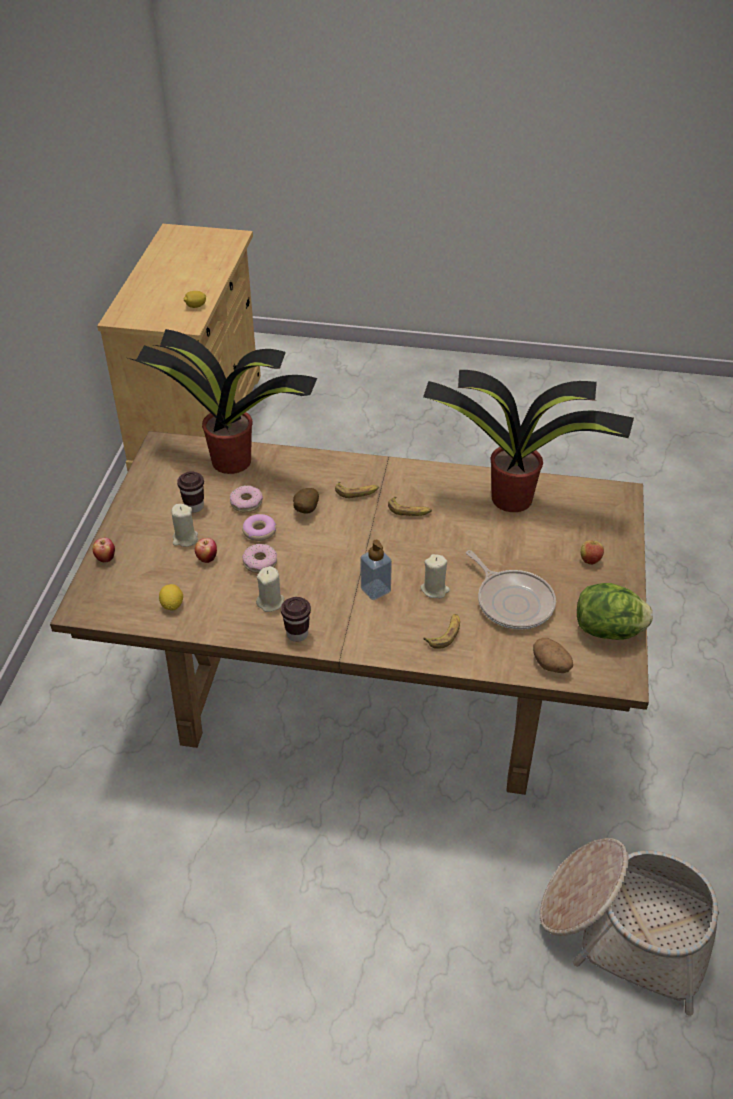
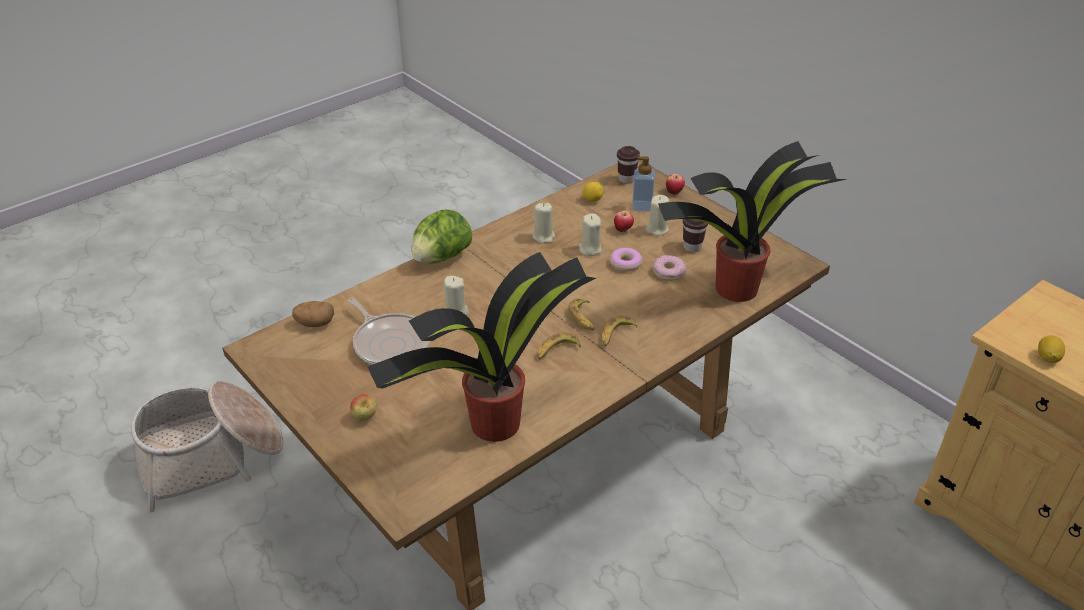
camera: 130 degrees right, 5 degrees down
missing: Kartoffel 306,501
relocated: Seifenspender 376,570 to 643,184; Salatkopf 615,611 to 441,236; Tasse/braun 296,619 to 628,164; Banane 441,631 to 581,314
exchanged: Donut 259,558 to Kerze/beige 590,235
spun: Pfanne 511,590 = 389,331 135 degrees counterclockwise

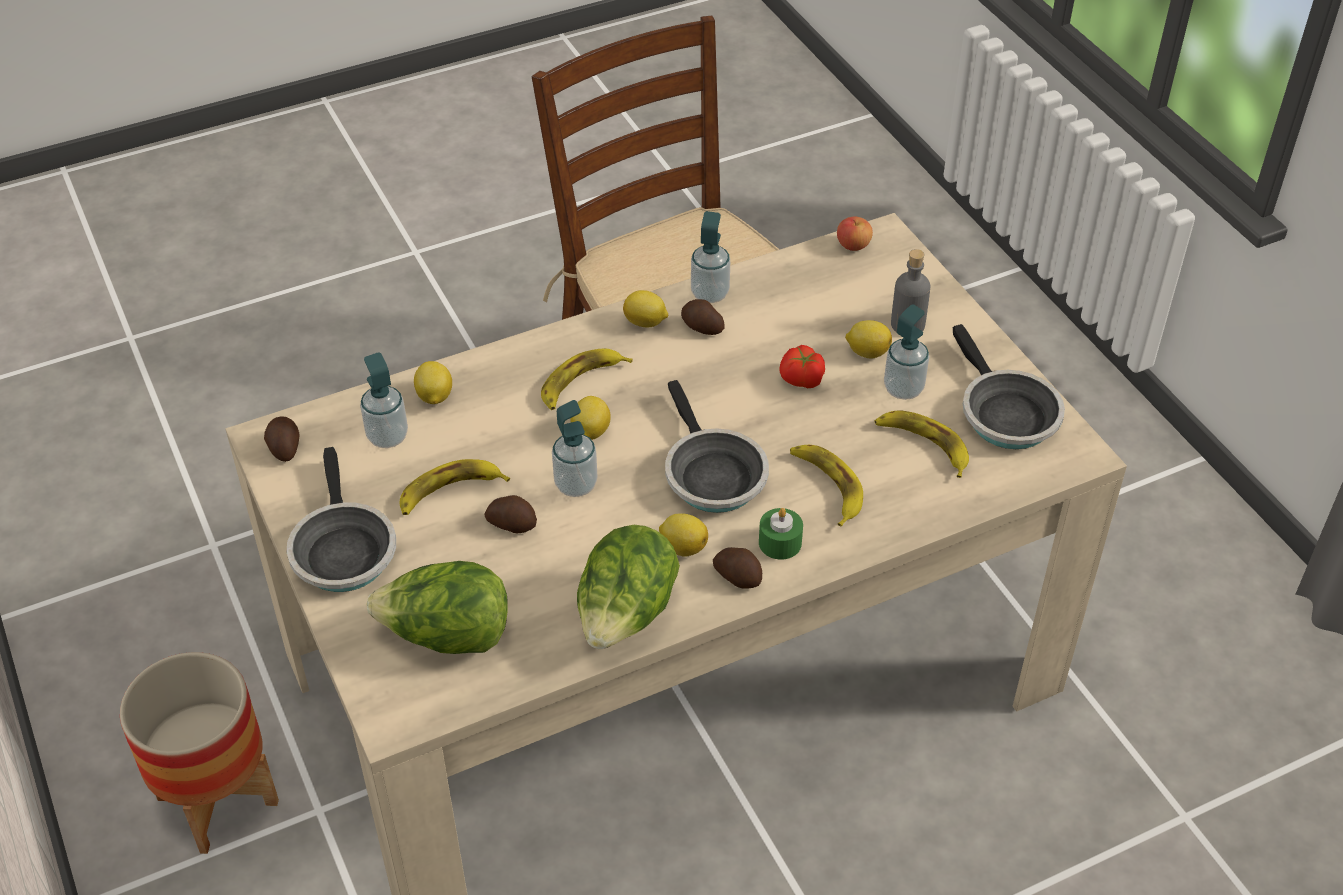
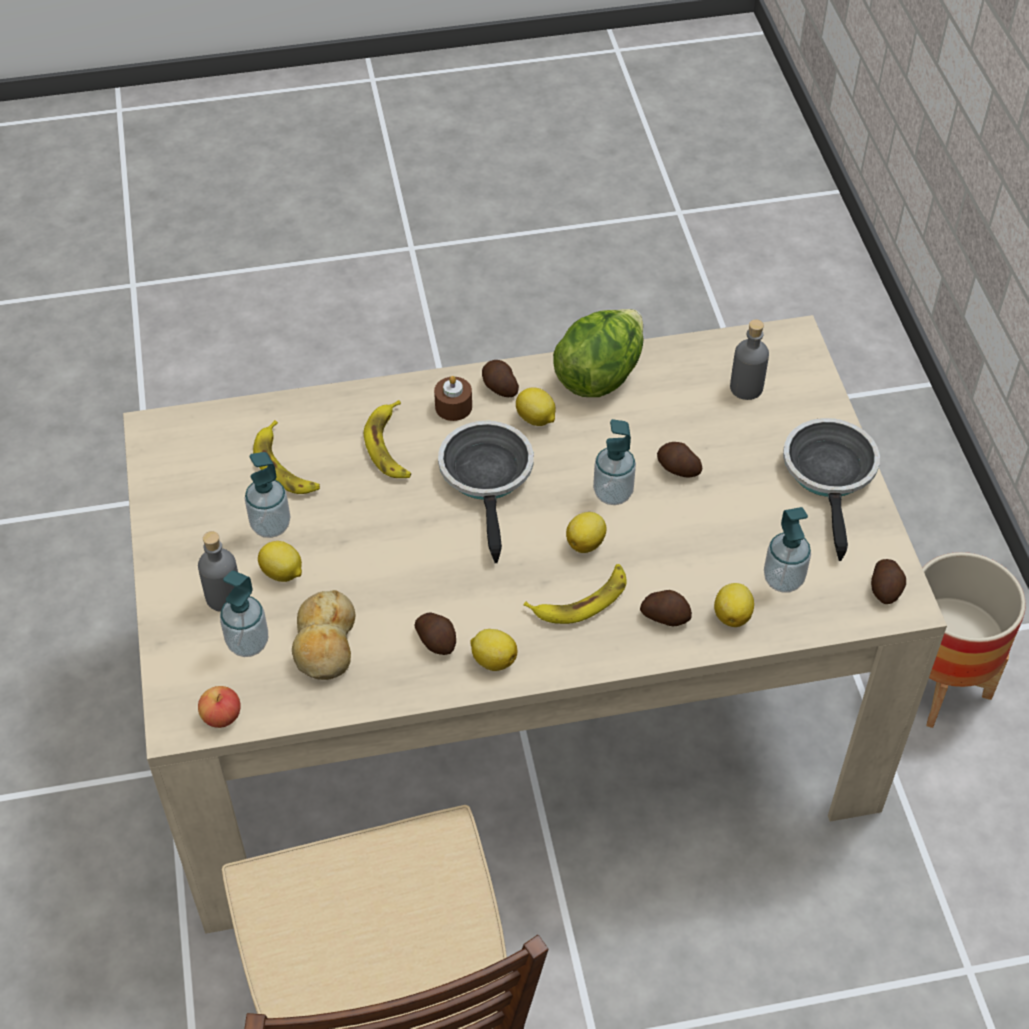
camera: 165 degrees left, 5 degrees up
missing: Pfanne 1009,386; Tomate 802,366; Banane 455,487
appeared: Brot 323,635; Kartoffel 666,608
relocated: Seifenspender 710,257 to 244,613
exchanged: Salatkopf 437,607 to Flasche/grau 749,359
colour: Kerze/grün 781,534 to Kerze/braun 453,398

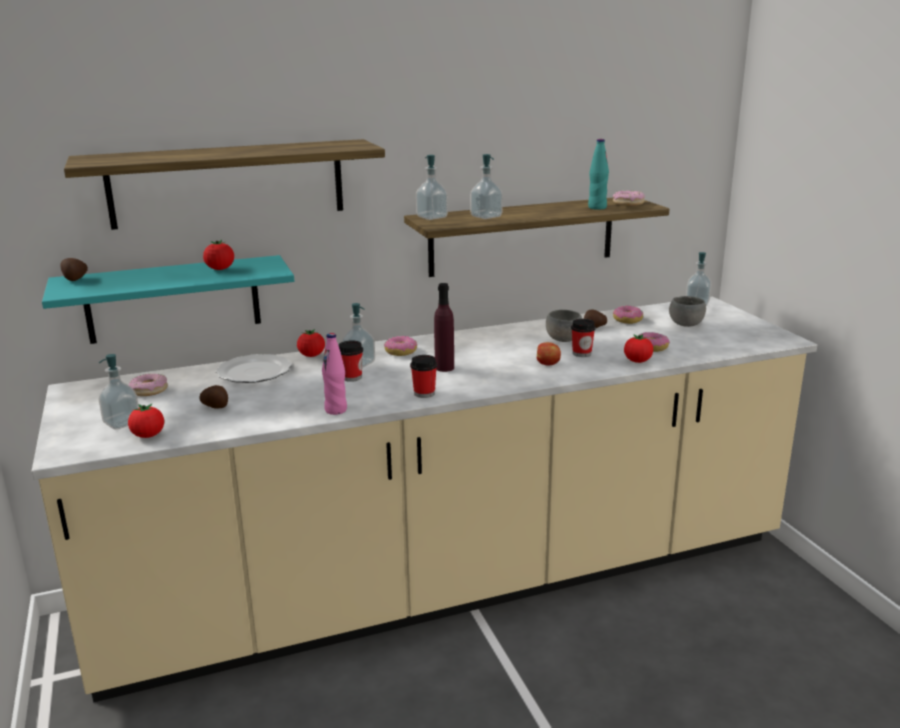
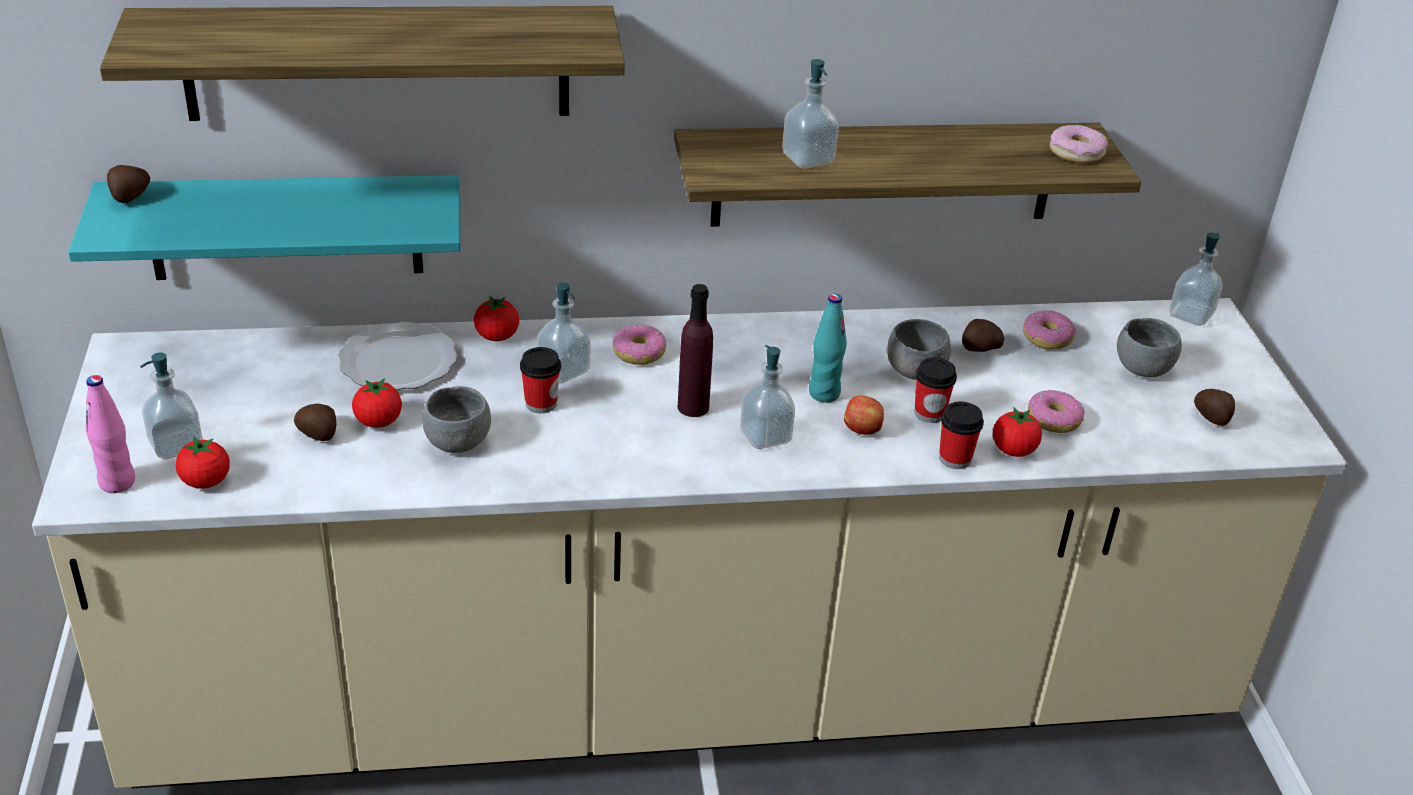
camera: 10 degrees right, 15 degrees up
missing: Donut 148,385
appeared: Schüssel/grau 456,419; Kartoffel 1214,407
relocated: Flasche/türkis 598,174 to 828,348; Seifenspender 432,187 to 767,397; Tomate 218,255 to 377,403; Flasche/rosa 334,374 to 110,434; Tasse 423,376 to 961,435

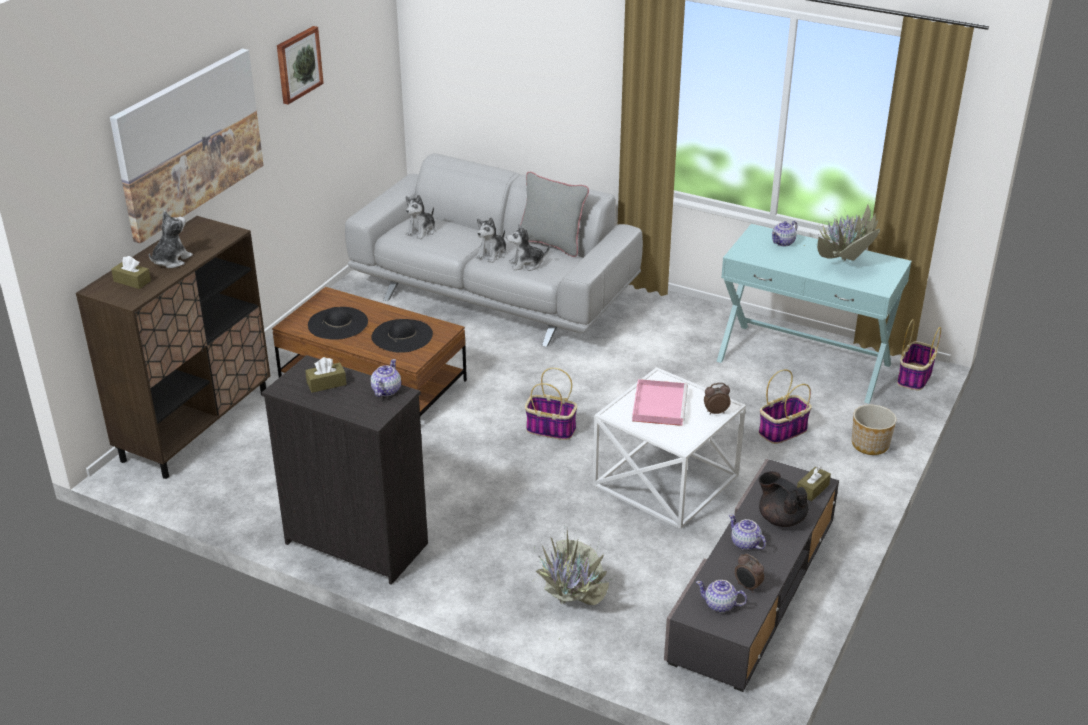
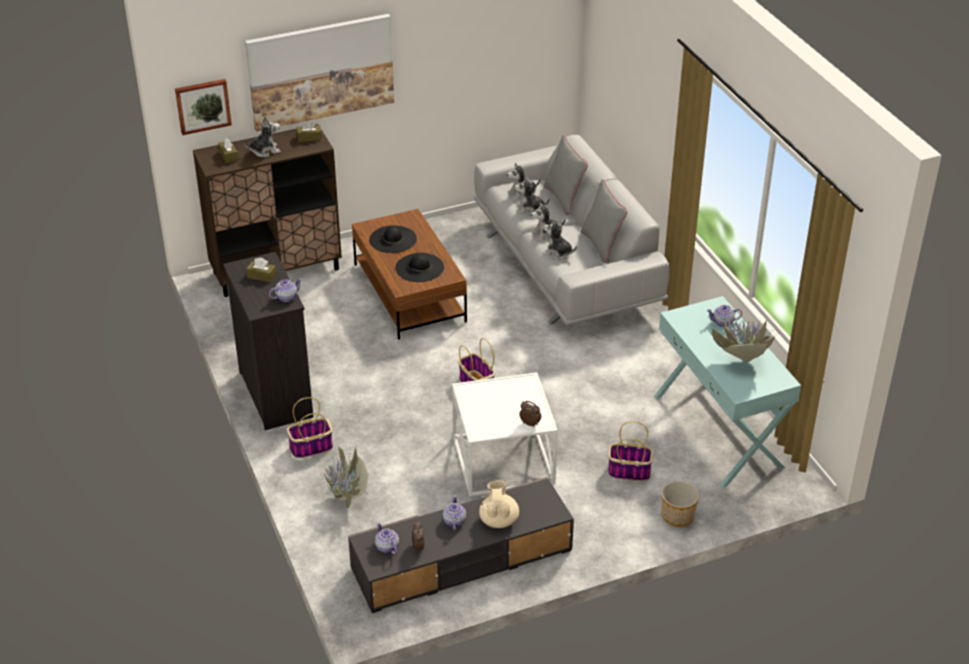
camera: 40 degrees right, 5 degrees up
missing: Tablett/rosa 660,402
appeared: Kissen/grau 566,175; Plüschtier 532,196
relocated: Bild 300,65 to 203,107; Korb 919,354 to 310,427; Taschentuchbox/braun 814,483 to 309,131
colour: Teekanne/schwarz 783,499 to Teekanne/beige 499,504

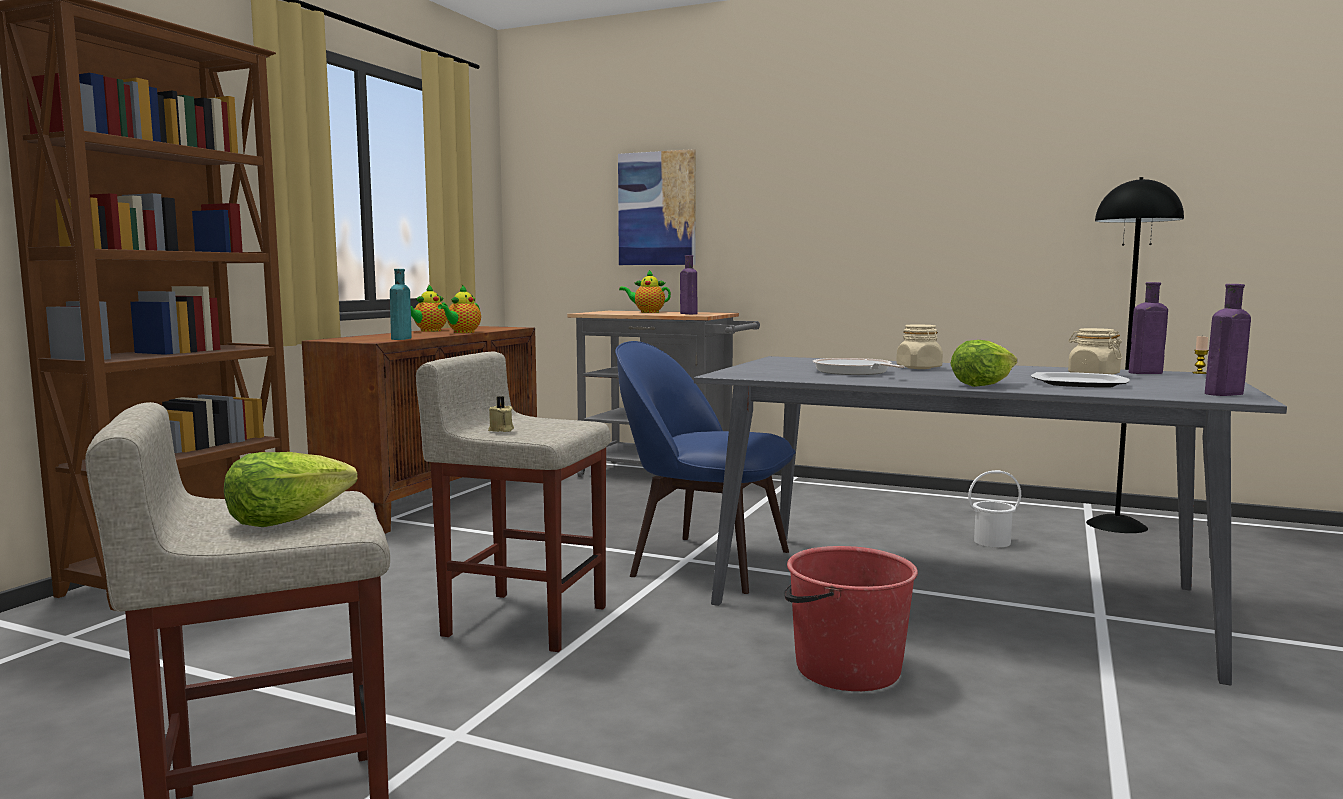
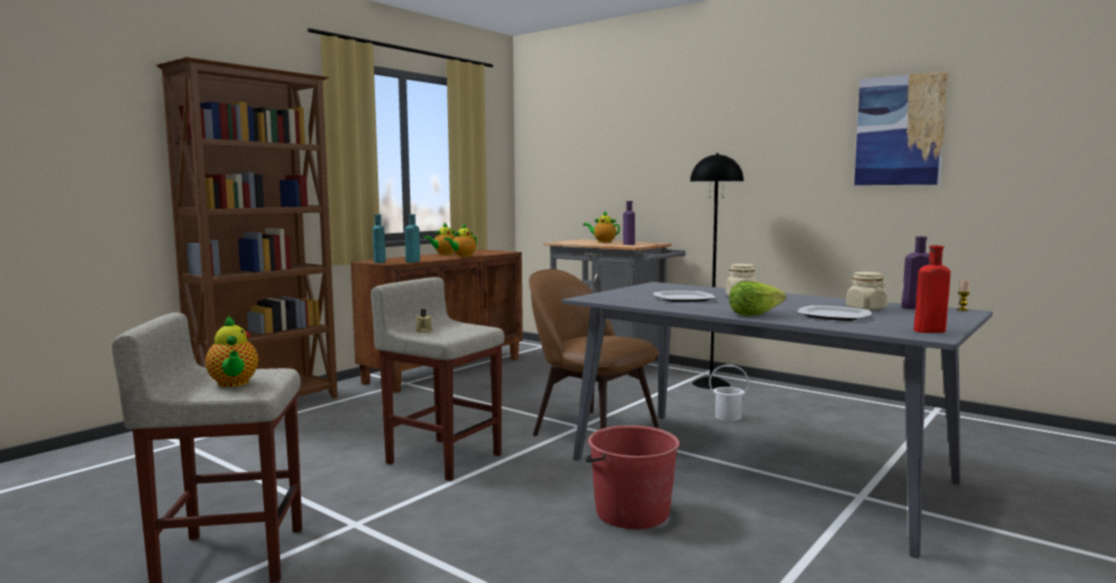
camera: 15 degrees right, 0 degrees up
appeared: Flasche/türkis 379,238
relocated: Bild 657,207 to 901,128; Stehlampe/schwarz 1135,355 to 717,271; Eimer/weiß 994,509 to 729,393
exchanged: Pfanne 859,366 to Teller 684,296; Salatkopf 291,489 to Teekanne 231,351
colour: Flasche/lila 1228,340 to Flasche/rot 932,289; Stuhl/blau 705,467 to Stuhl/braun 594,352

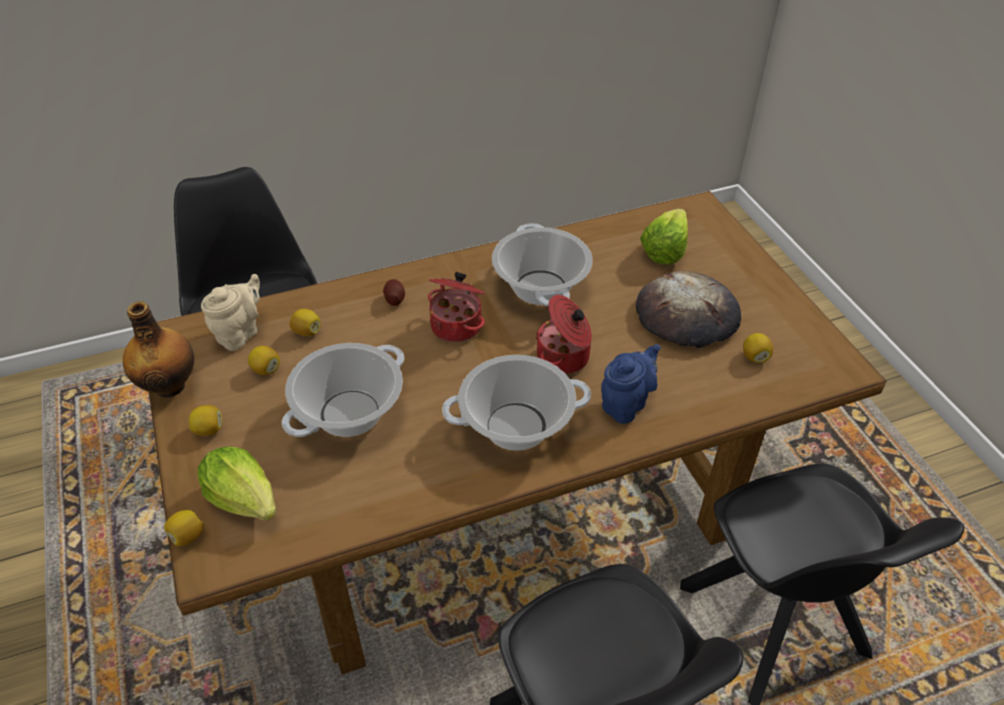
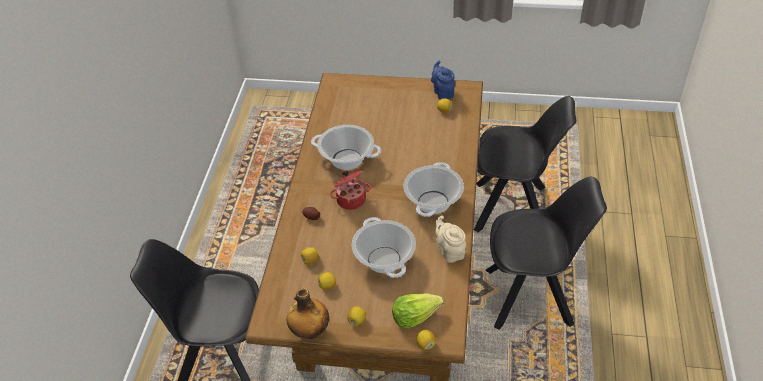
camera: 60 degrees left, 0 degrees up
missing: Salatkopf 664,237; Brot 688,309; Kochtopf 564,334
relocated: Teekanne/beige 230,312 to 450,239; Teekanne/blau 631,384 to 443,80

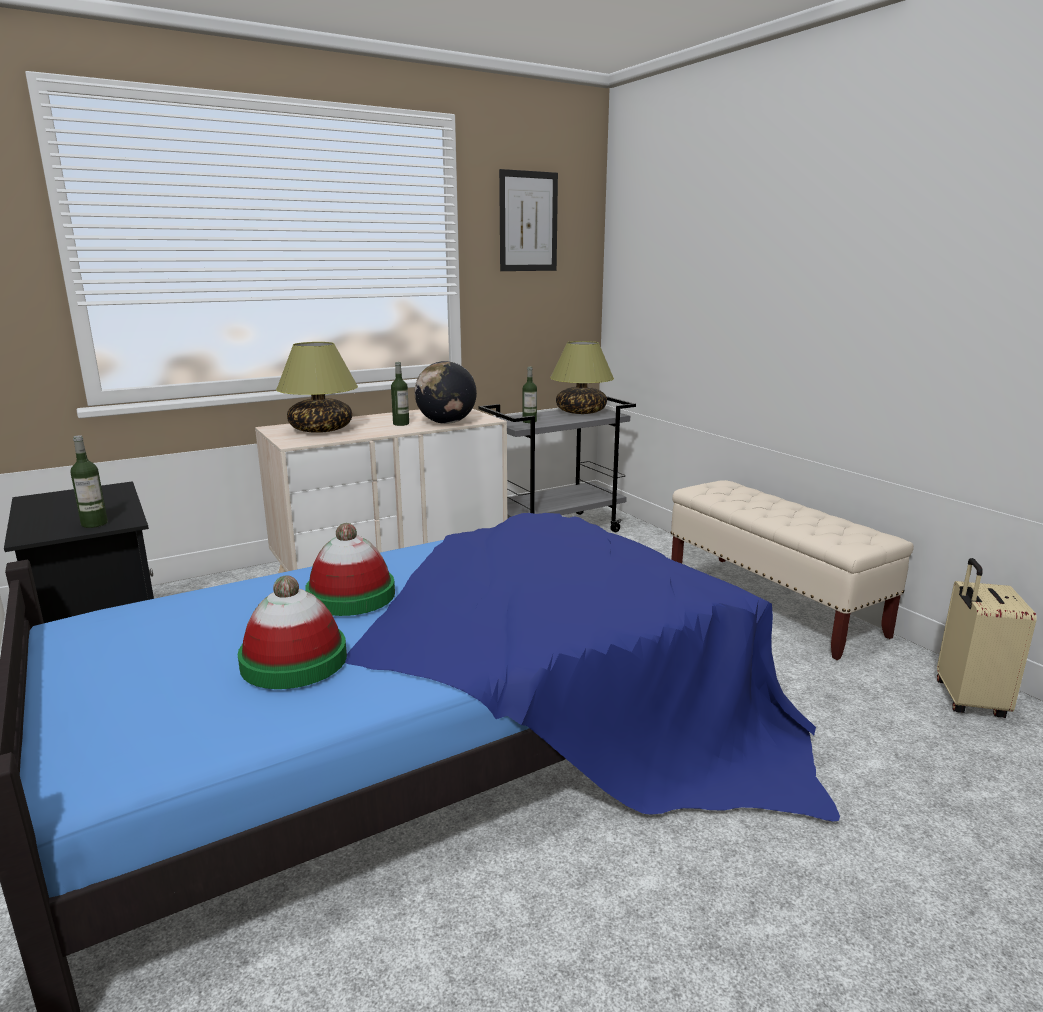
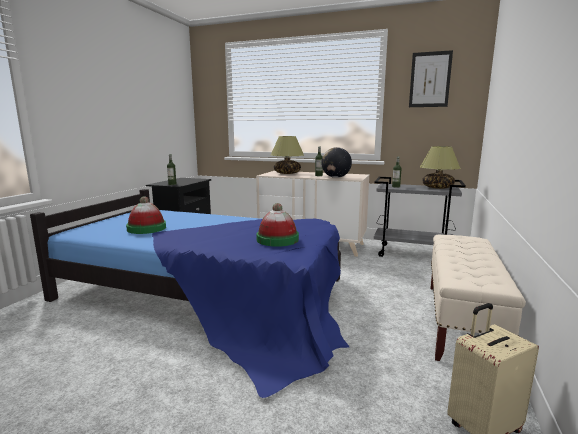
camera: 50 degrees right, 5 degrees down
relocated: Hut 350,569 to 277,225

